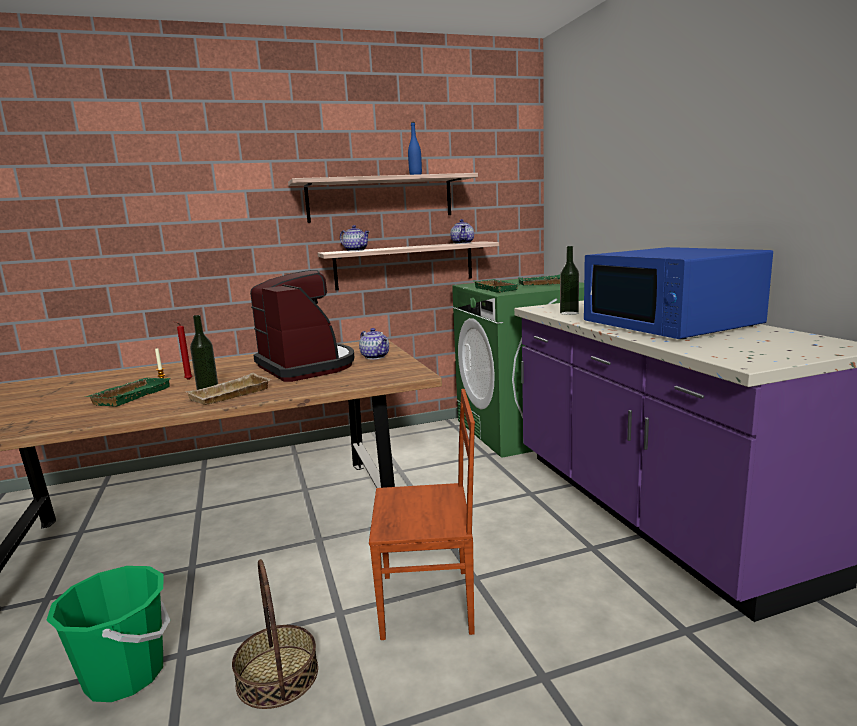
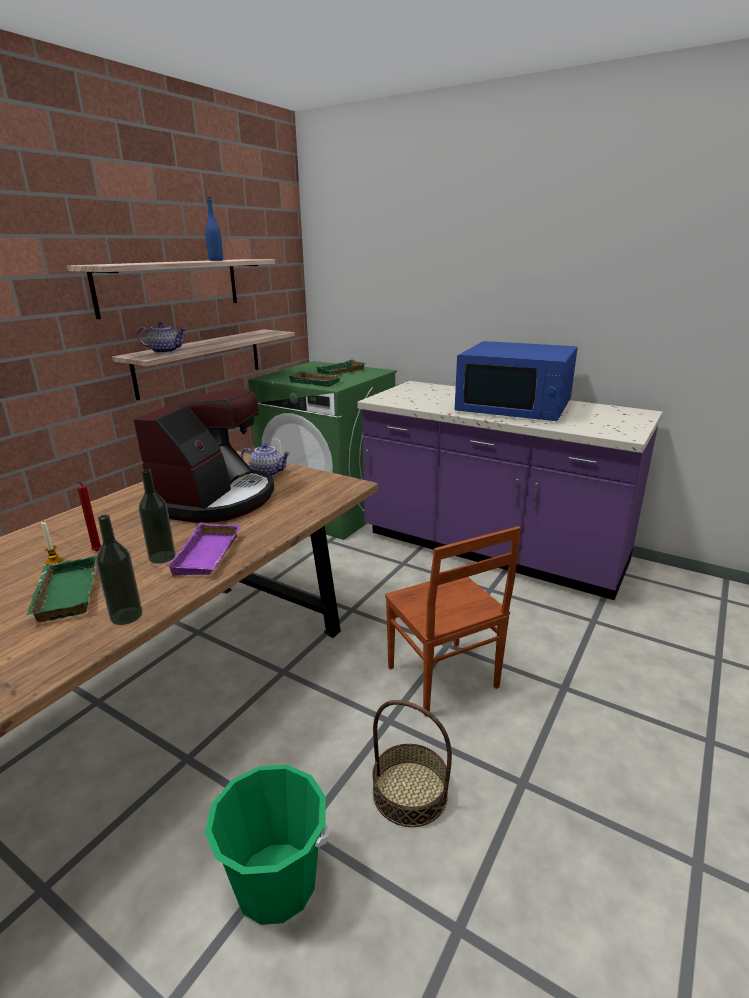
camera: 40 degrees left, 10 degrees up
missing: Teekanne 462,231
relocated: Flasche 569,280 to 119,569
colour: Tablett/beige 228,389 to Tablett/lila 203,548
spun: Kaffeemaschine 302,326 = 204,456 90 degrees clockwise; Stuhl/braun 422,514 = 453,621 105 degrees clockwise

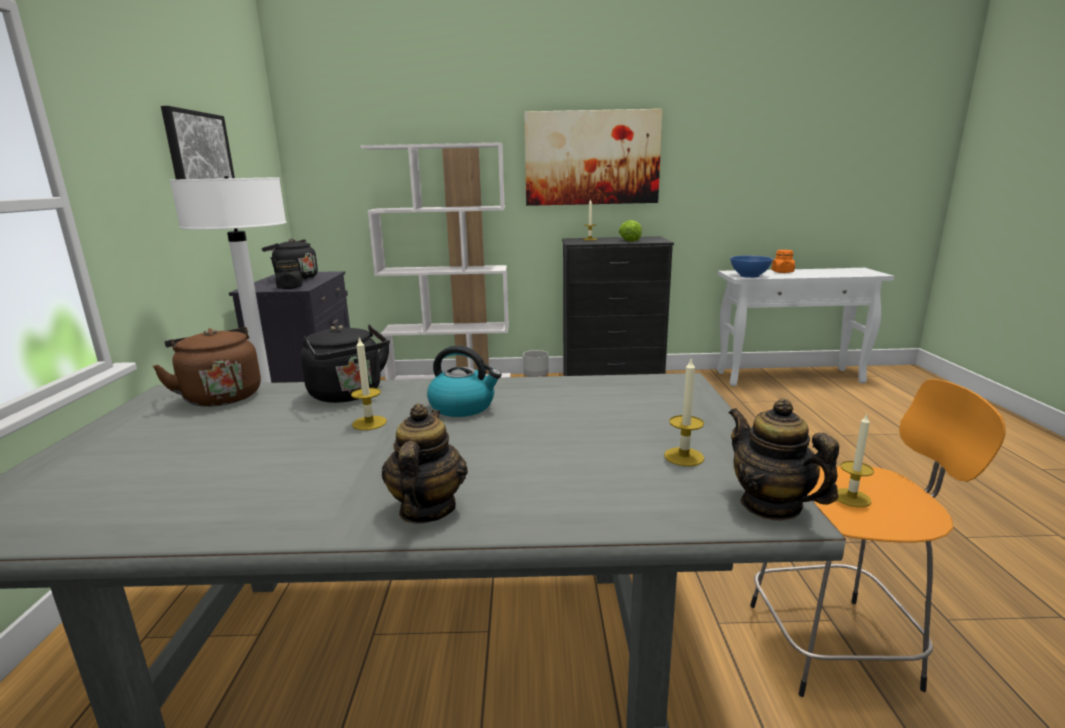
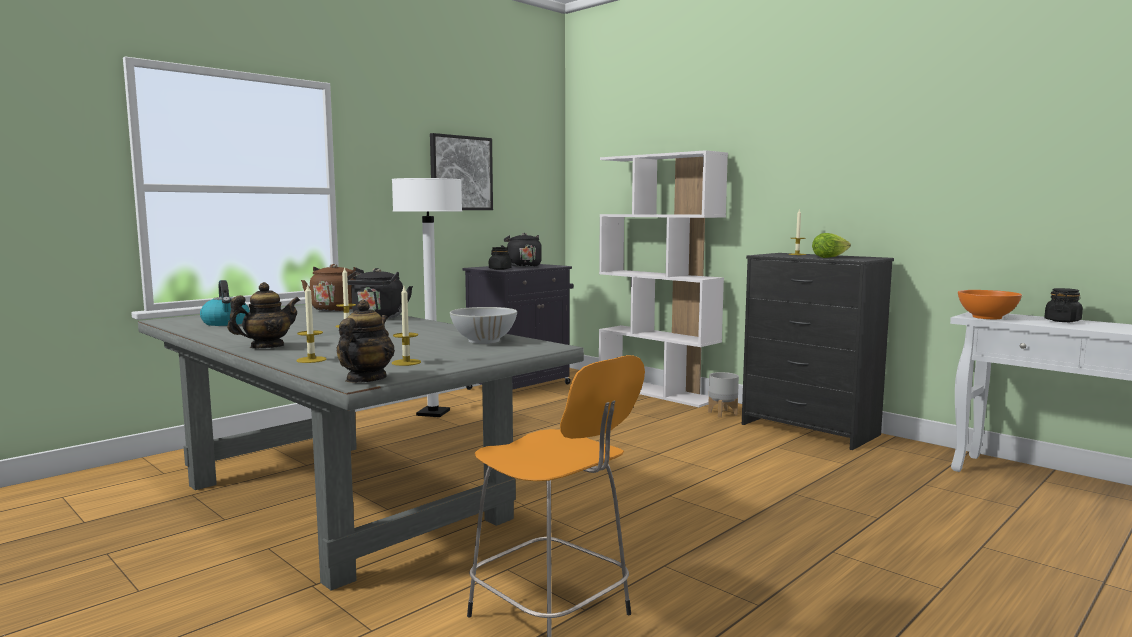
camera: 45 degrees right, 10 degrees down
missing: Bild 593,157
appeared: Schüssel/weiß 483,325
relocated: Wasserkessel 464,381 to 225,303; Kerze 855,460 to 311,323
colour: Vorratsglas/orange 783,261 to Vorratsglas/schwarz 1063,305; Schüssel/blau 751,267 to Schüssel/orange 990,304

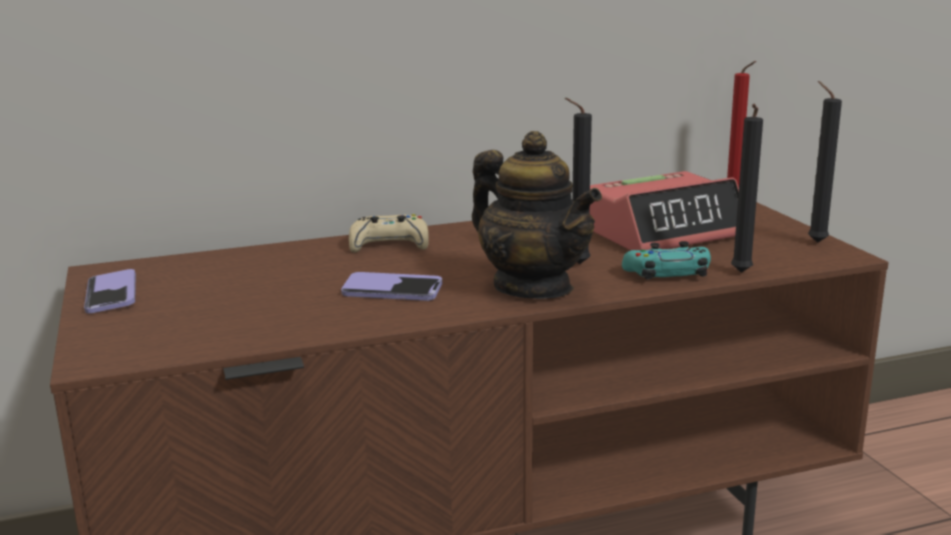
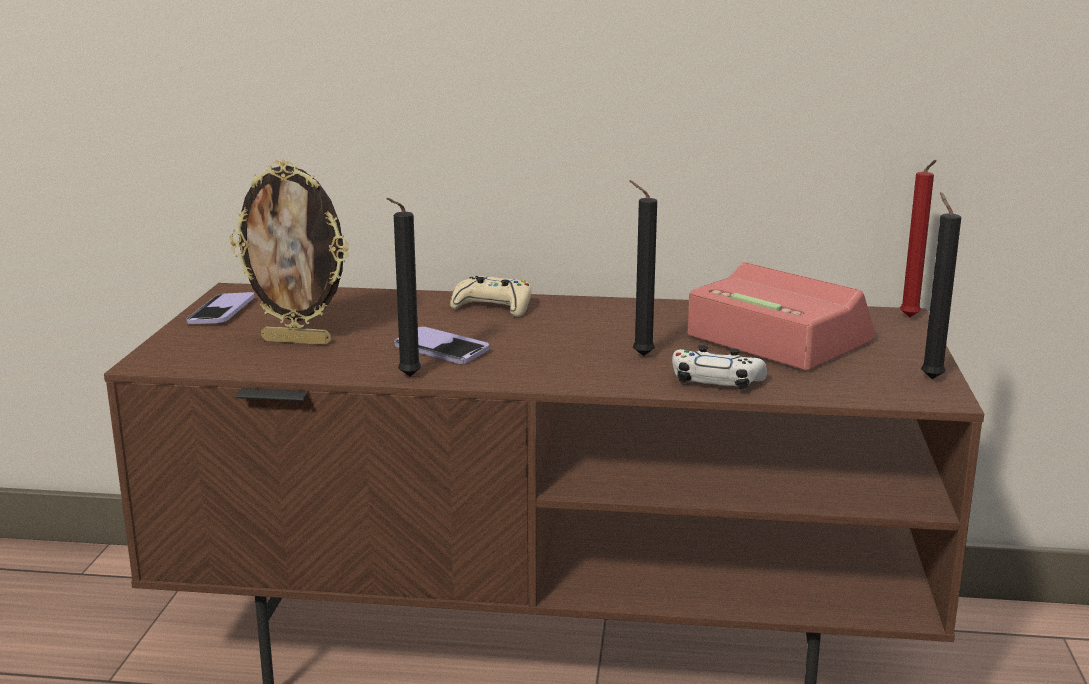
camera: 25 degrees right, 0 degrees up
missing: Teekanne 537,215
appeared: Bilderrahmen 290,252
relocated: Kerze/schwarz 747,188 to 403,287
colour: Gamepad/türkis 666,260 to Gamepad/weiß 719,367
spun: Wecker 664,210 = 781,316 135 degrees counterclockwise

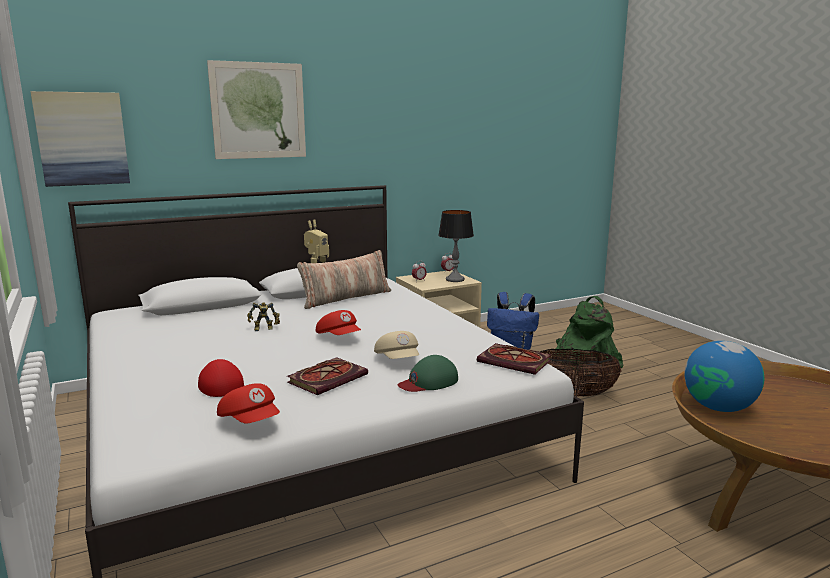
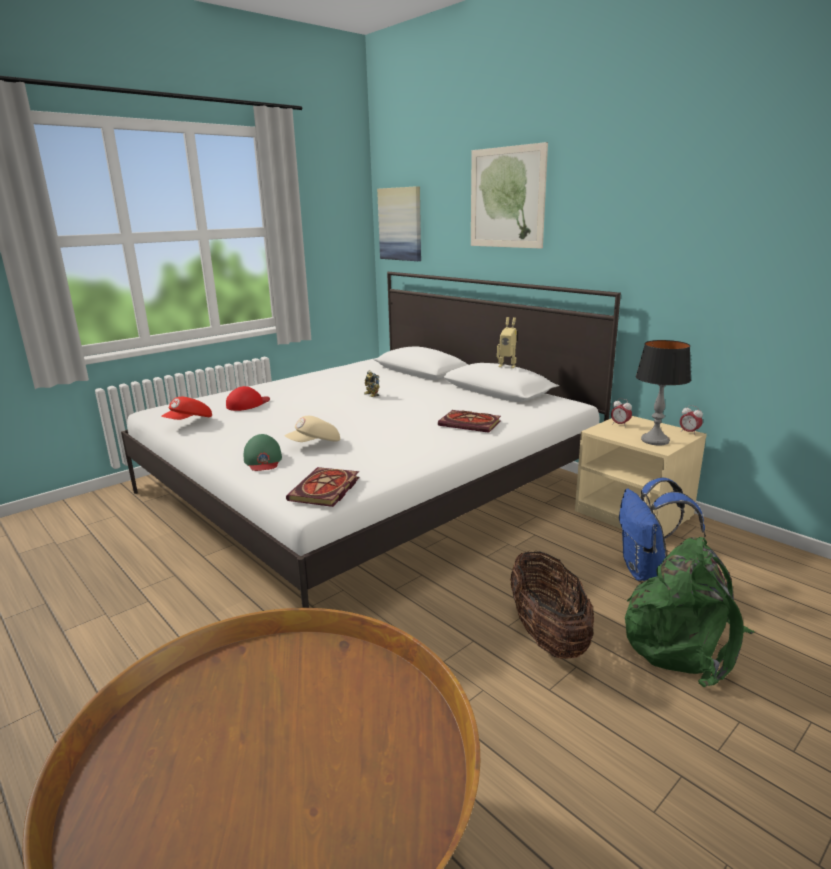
camera: 75 degrees right, 5 degrees up
missing: Kissen 344,279; Kappe/rot 338,322; Globus 724,376
relocated: Buch 327,376 to 469,421
spun: Kappe/grün 428,373 = 263,452 150 degrees counterclockwise

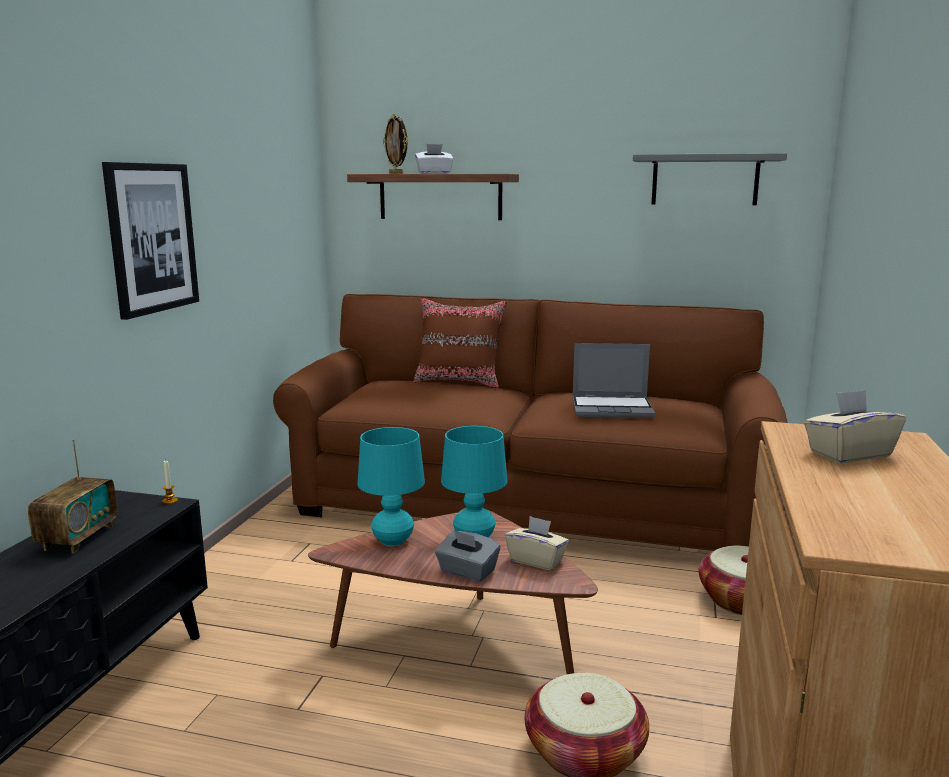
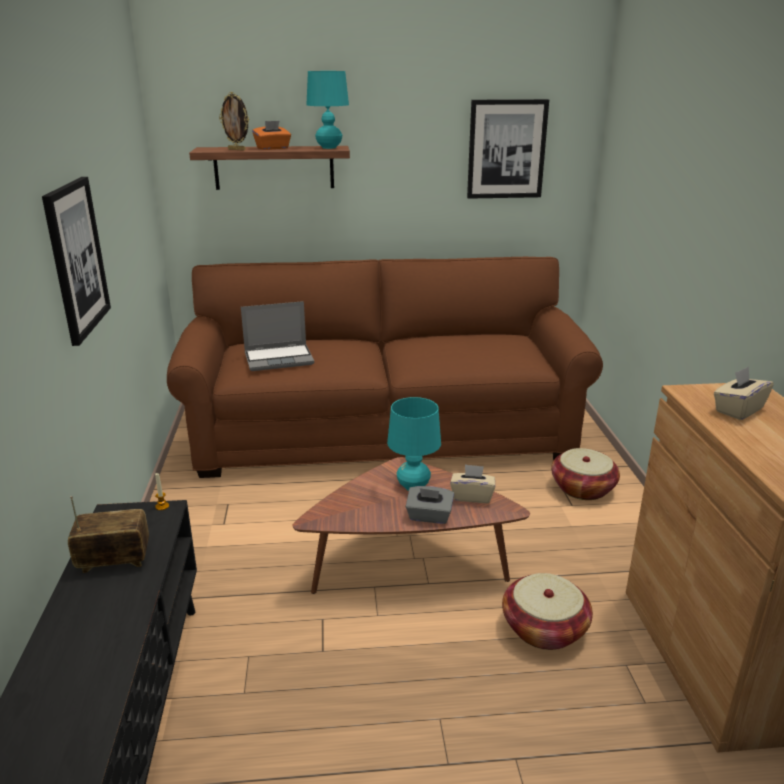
camera: 20 degrees left, 10 degrees up
missing: Kissen/braun 460,343
relocated: Laptop 614,380 to 277,336; Tischlampe/türkis 391,486 to 327,110
exchanged: Wandregal/grau 710,179 to Bild 508,149
colour: Taschentuchbox/weiß 434,159 to Taschentuchbox/orange 271,135
spun: Radio 72,496 = 108,534 90 degrees counterclockwise

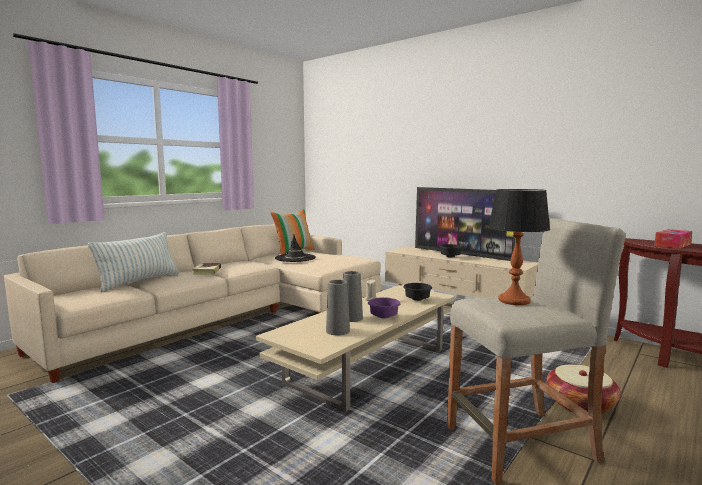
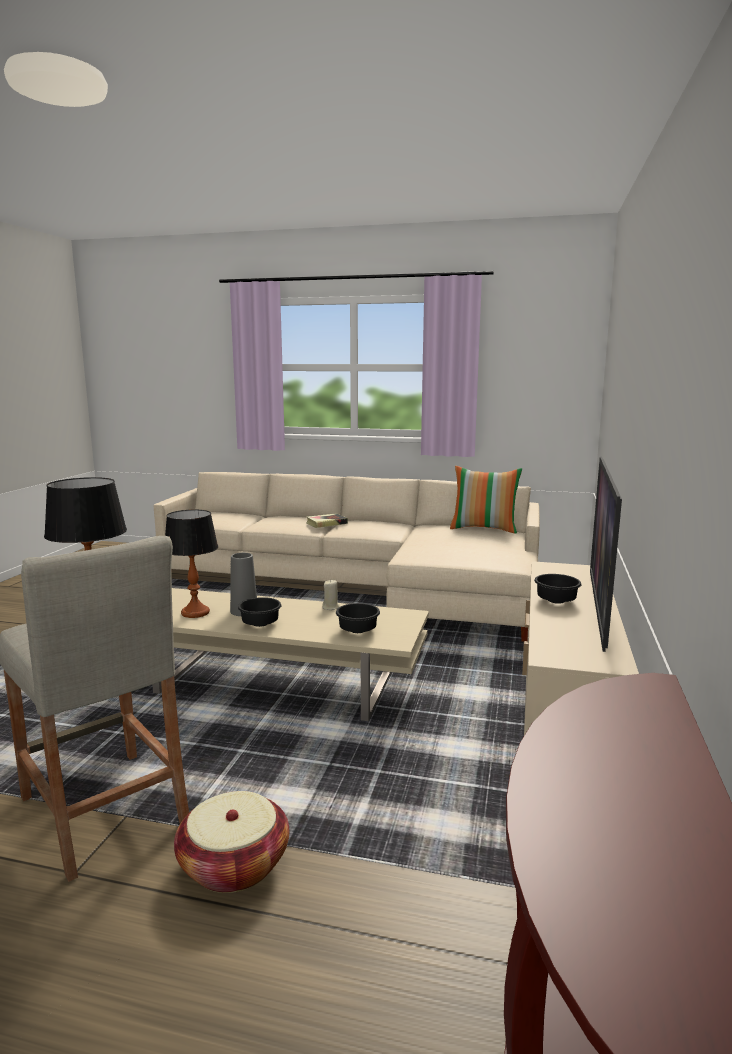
camera: 65 degrees right, 5 degrees up
missing: Taschentuchbox 673,239; Kissen 133,262; Hut/schwarz 295,248
exchanged: Vase/grau 338,307 to Tischlampe 191,564
colour: Schüssel/lila 384,307 to Schüssel/schwarz 259,612

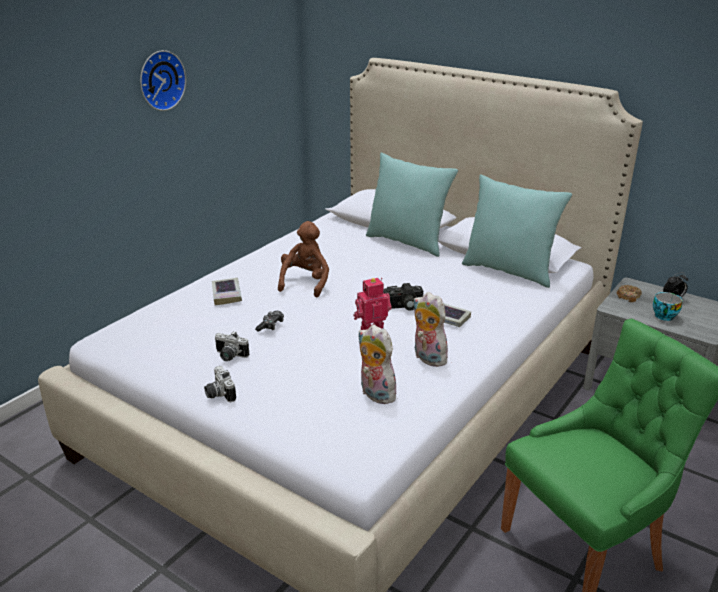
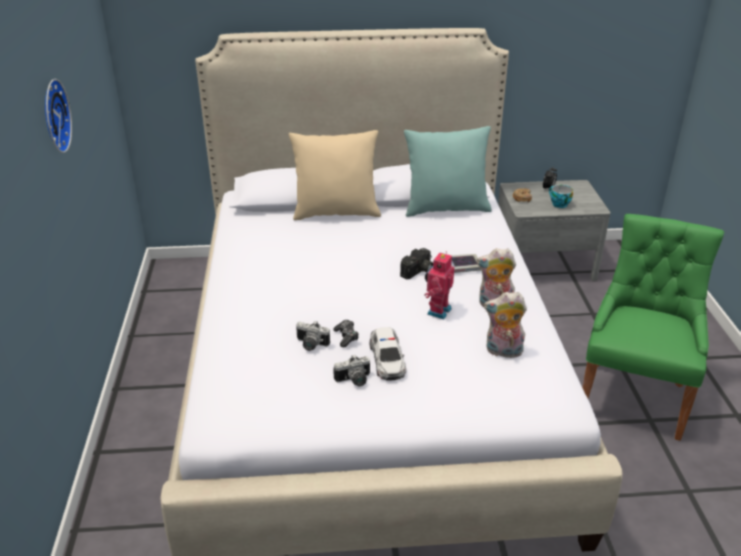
camera: 40 degrees left, 5 degrees up
missing: Plüschtier/braun 303,259; Buch 227,291
appeared: Spielzeugauto 388,354
relocated: Kamera 220,384 to 313,336
colour: Kissen/türkis 412,204 to Kissen/beige 335,175

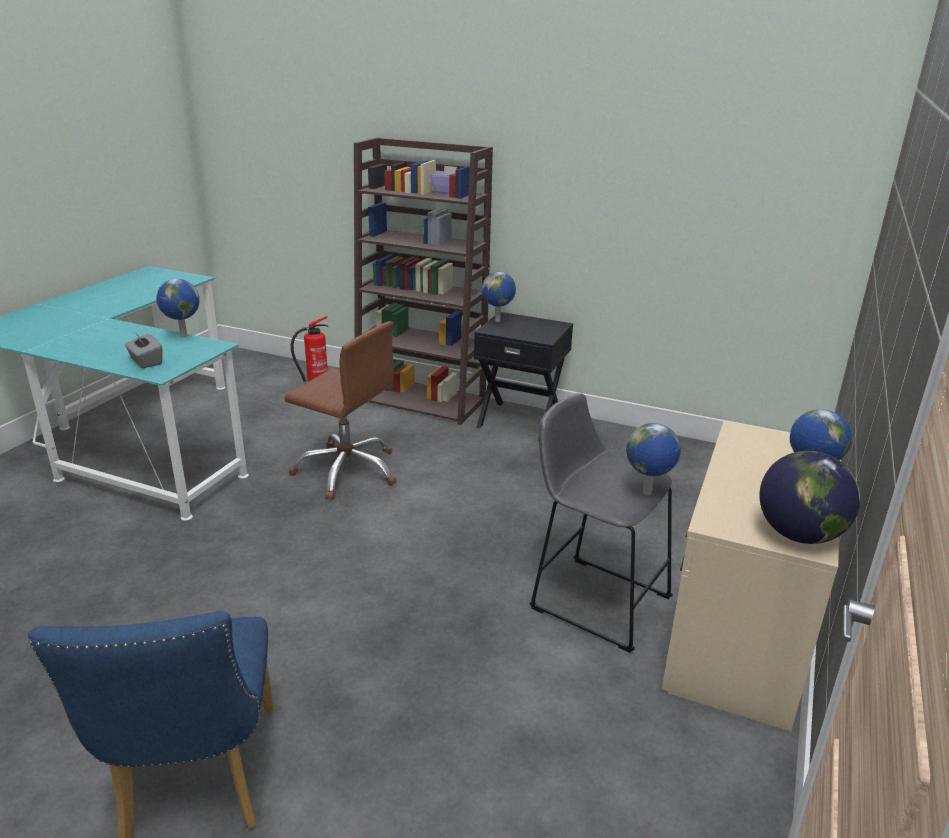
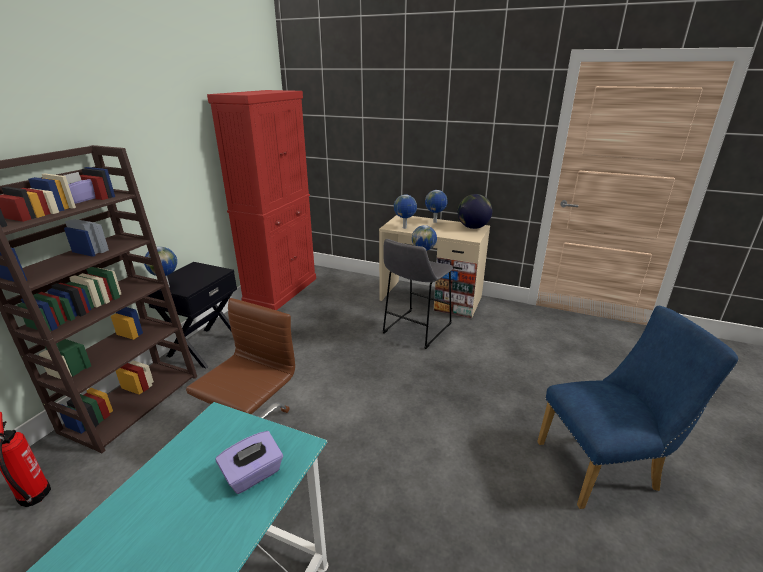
camera: 90 degrees left, 0 degrees up
appeared: Schrank/rot 261,200
relocated: Globus 178,308 to 405,212
colour: Taschentuchbox/grau 144,351 to Taschentuchbox/lila 249,462

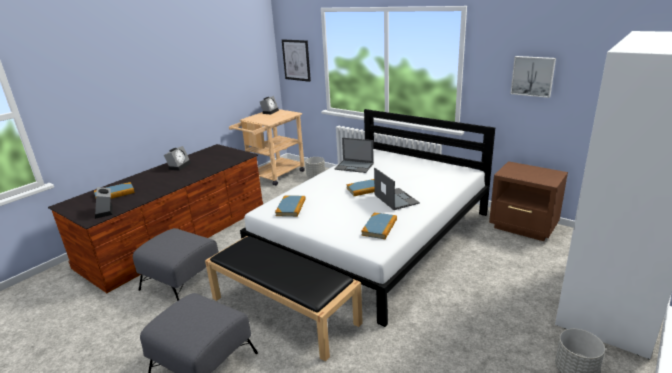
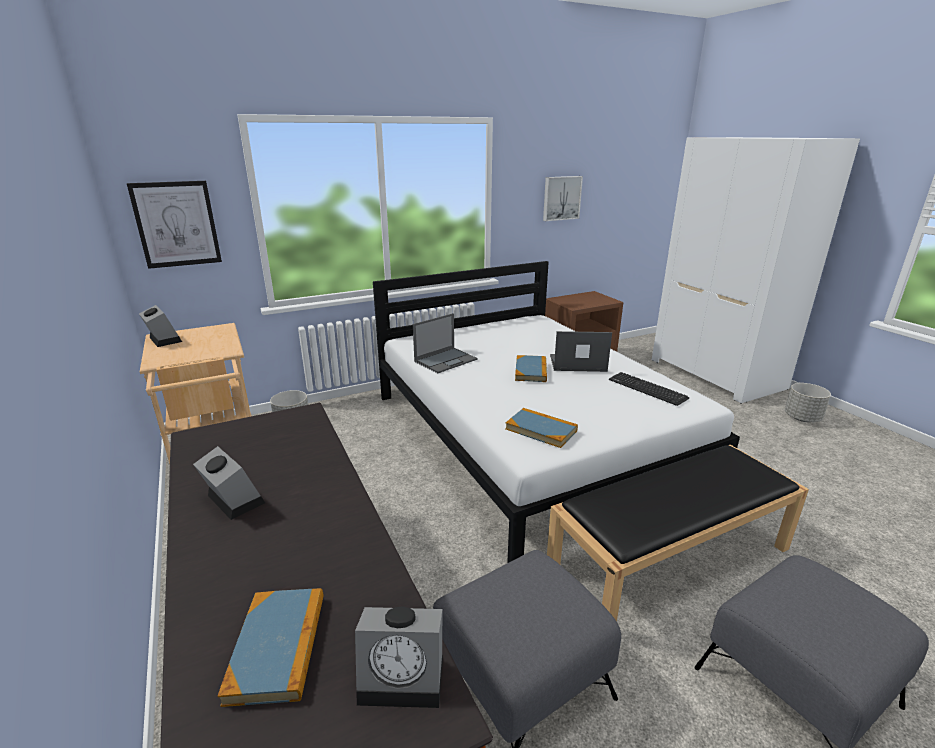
camera: 65 degrees left, 0 degrees up
exchanged: Buch 379,225 to Tastatur 649,389

